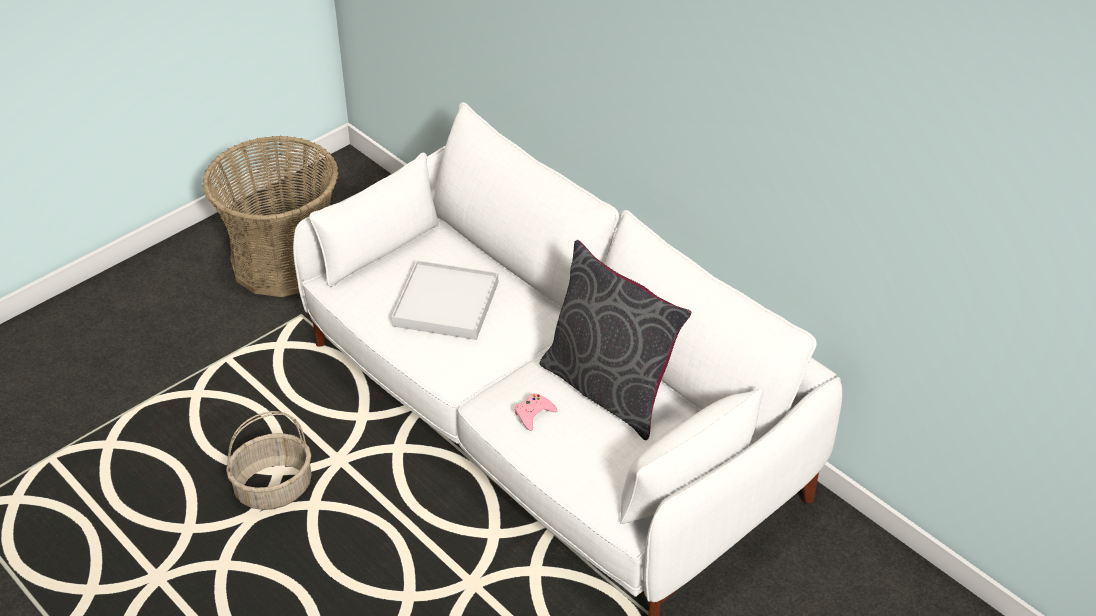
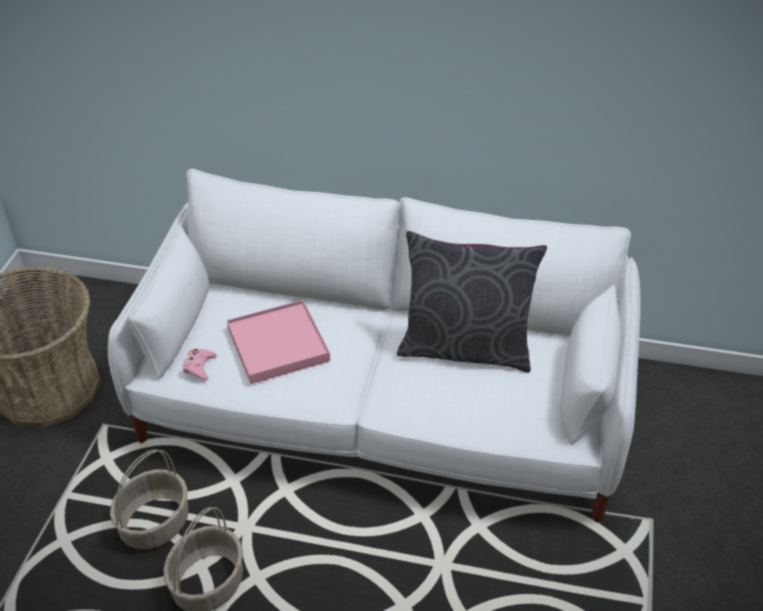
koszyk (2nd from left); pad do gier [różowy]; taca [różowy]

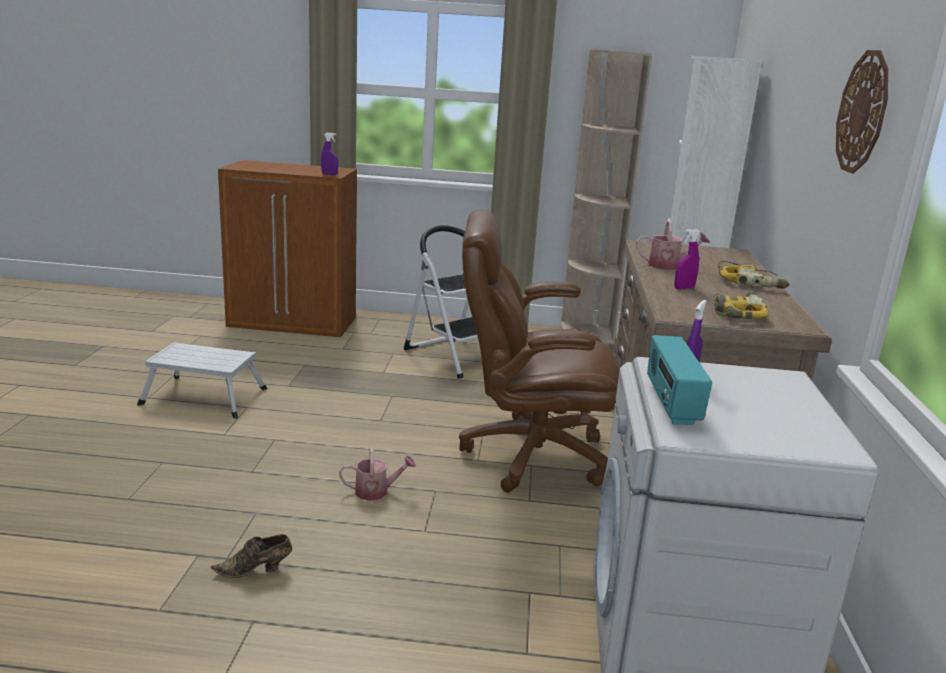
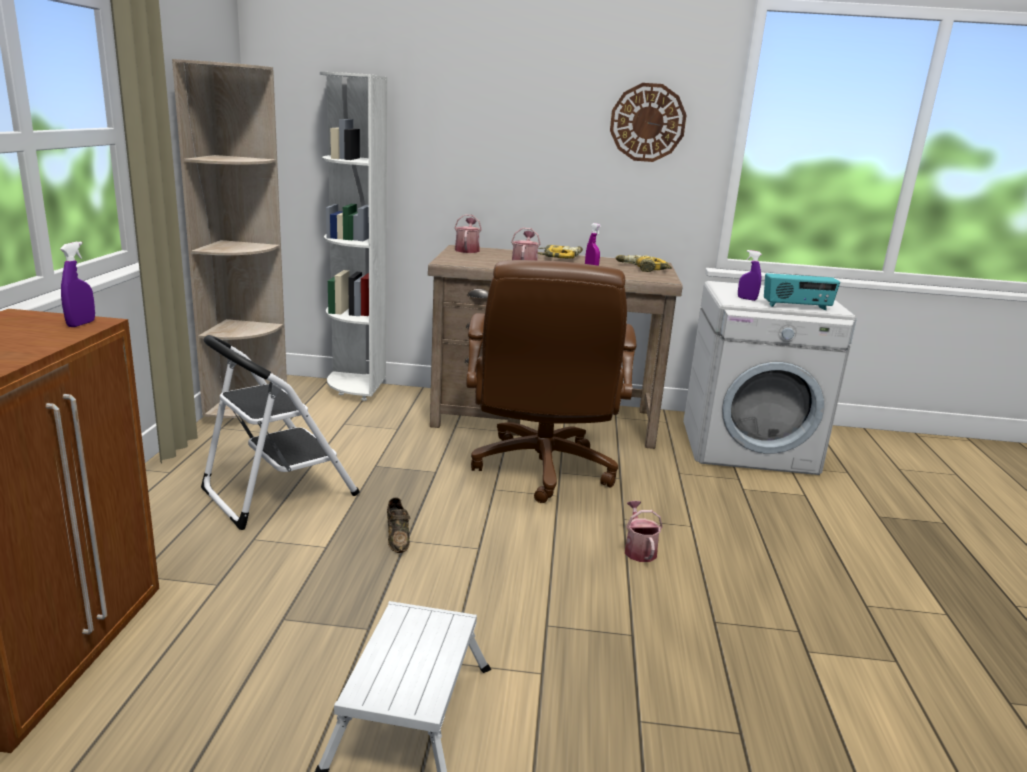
but [brązowy]; konewka (1st from left)

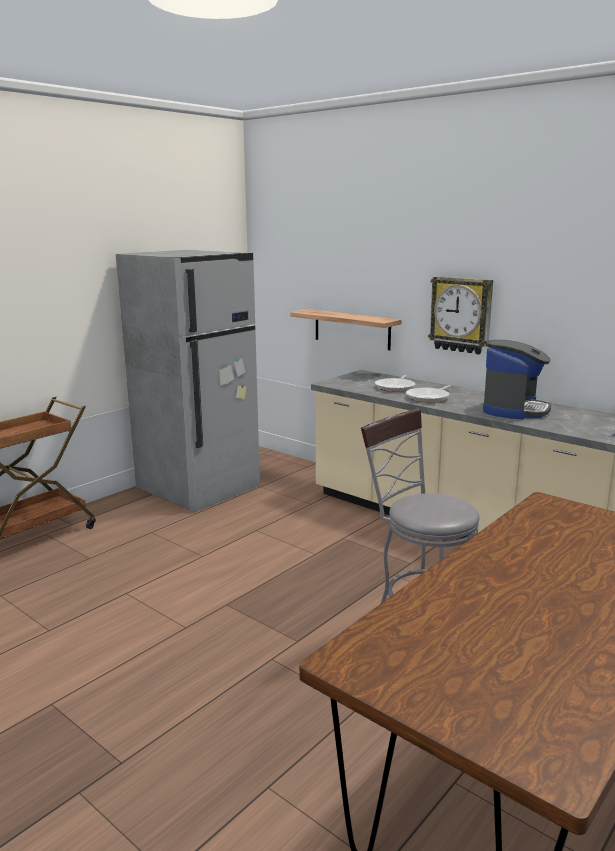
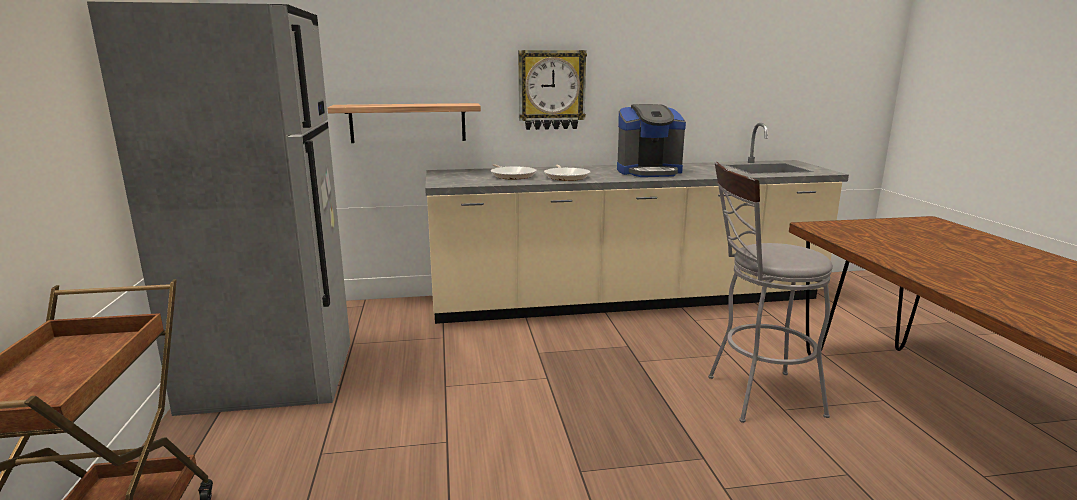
ekspres do kawy

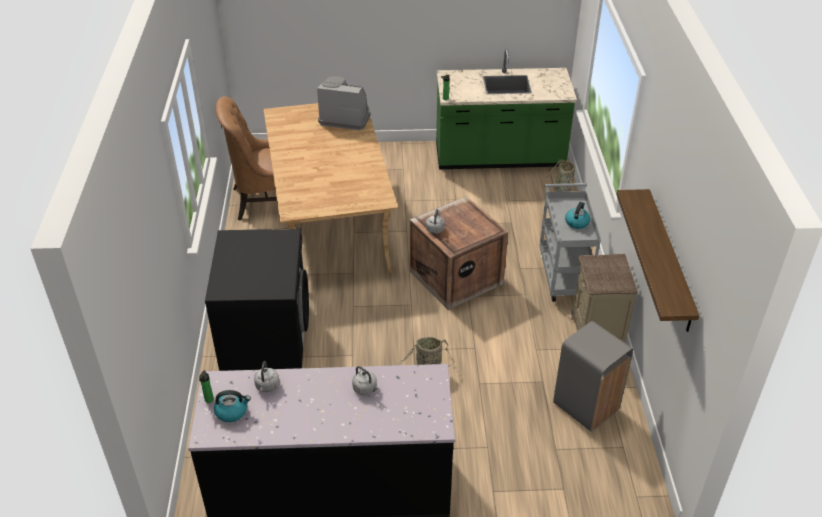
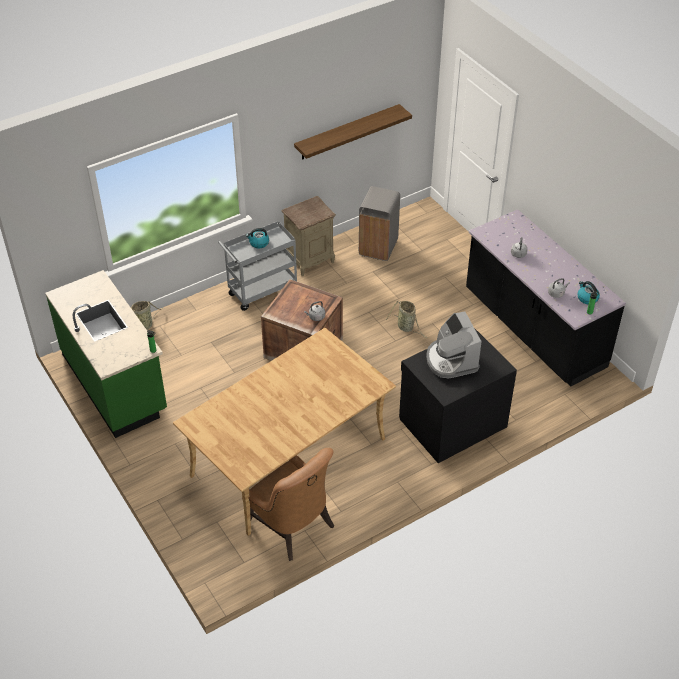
ekspres do kawy

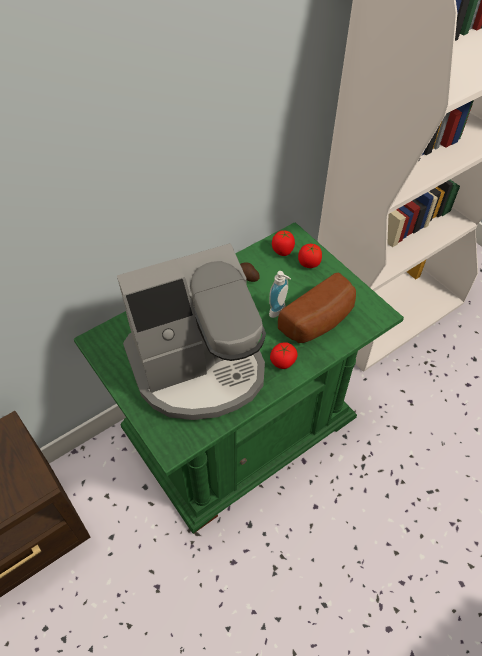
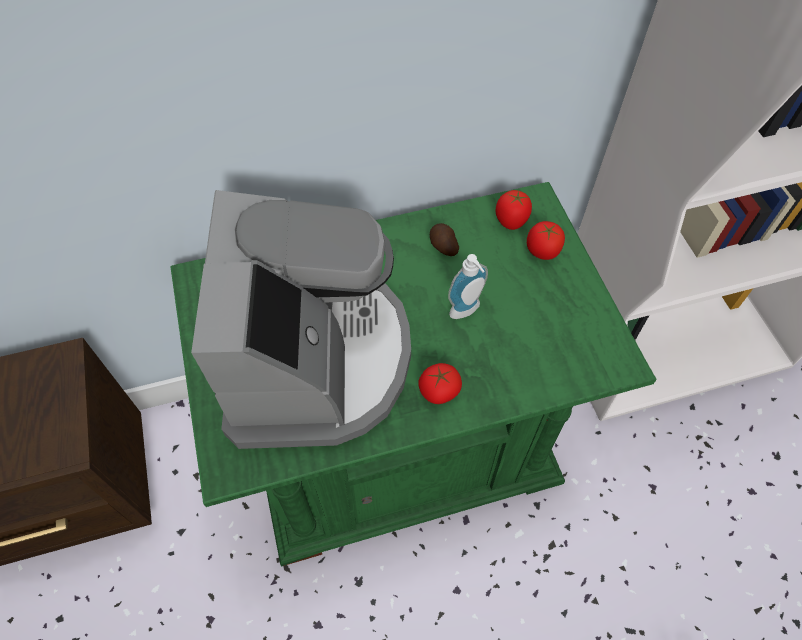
ekspres do kawy; chleb

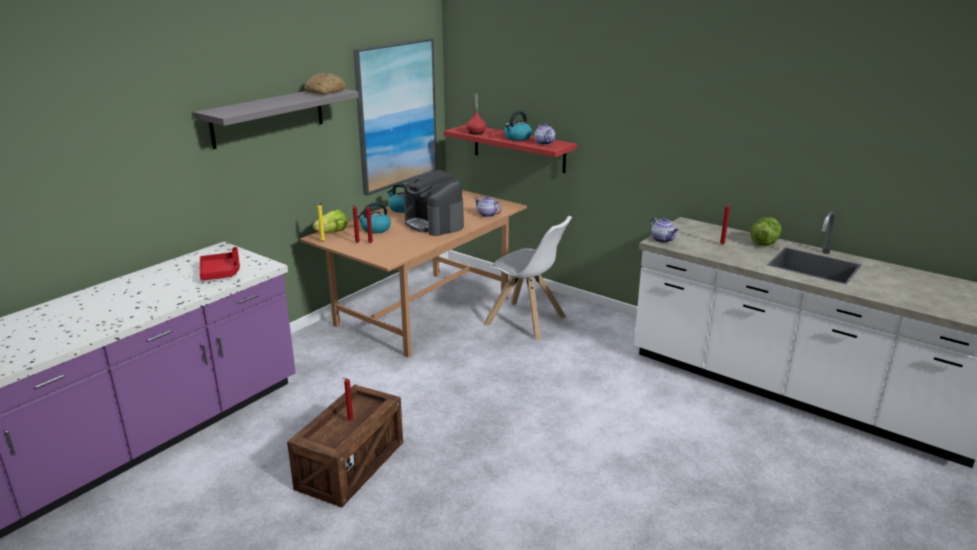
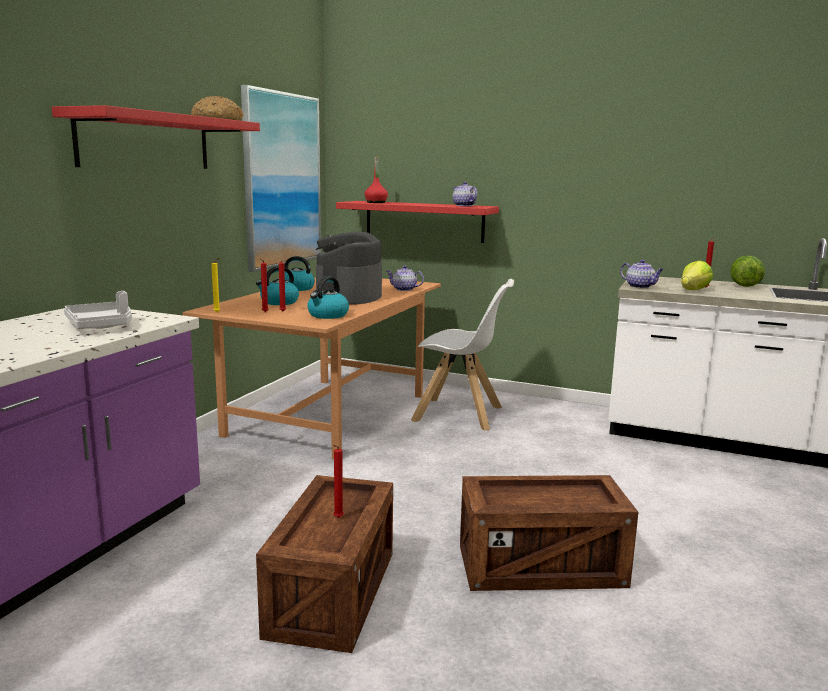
półka [czerwony] (1st from left); taca [szary]; czajnik (3rd from left); ekspres do kawy; skrzynka (2nd from left); sałata (1st from left)

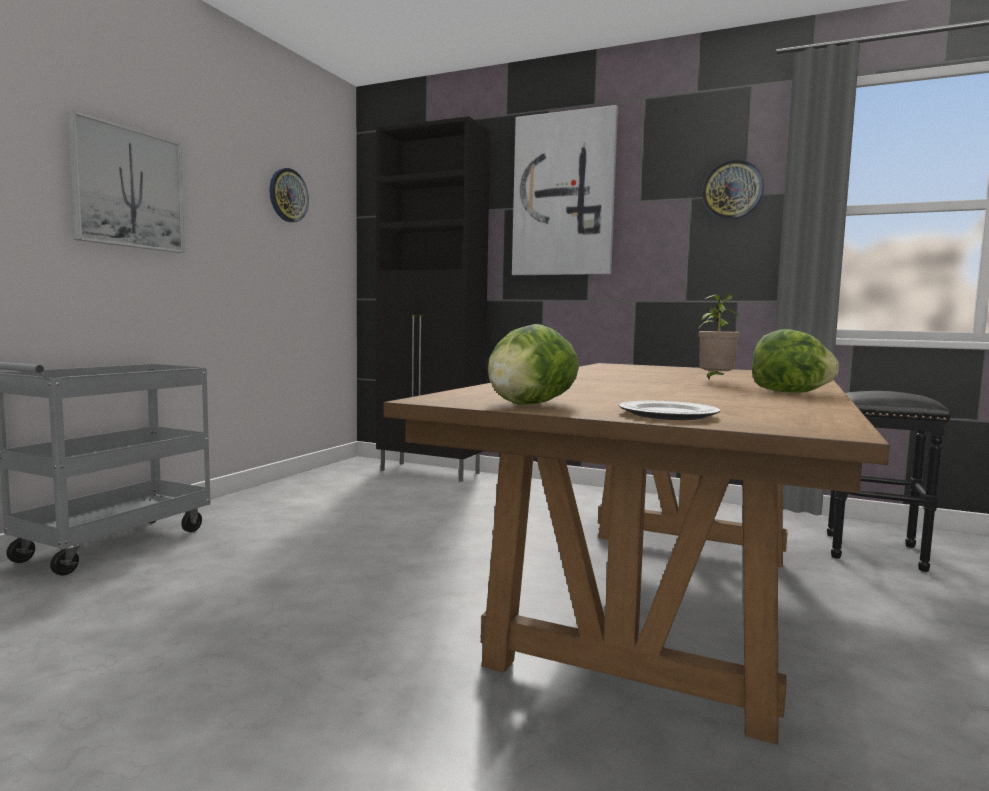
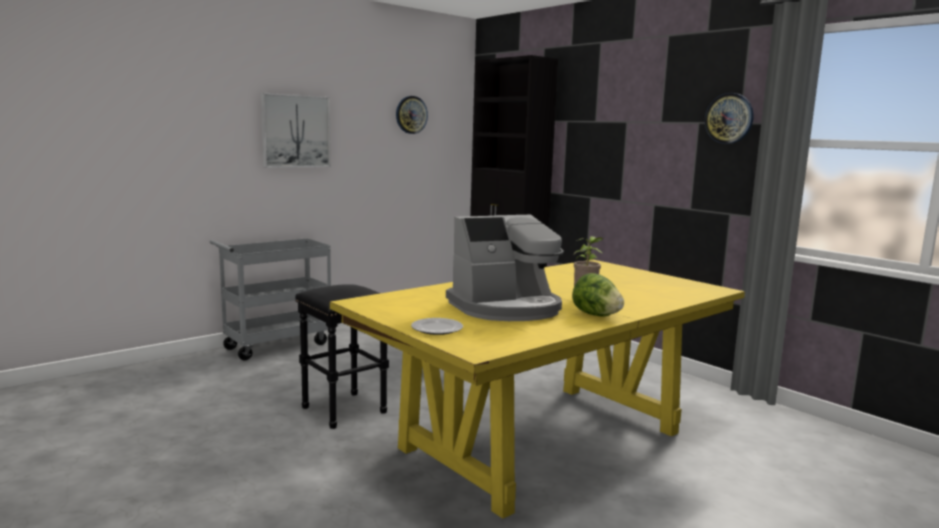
stołek [czarny]; stół jadalny [żółty]; ekspres do kawy; sałata (1st from left in the first image); obraz (2nd from left in the first image)

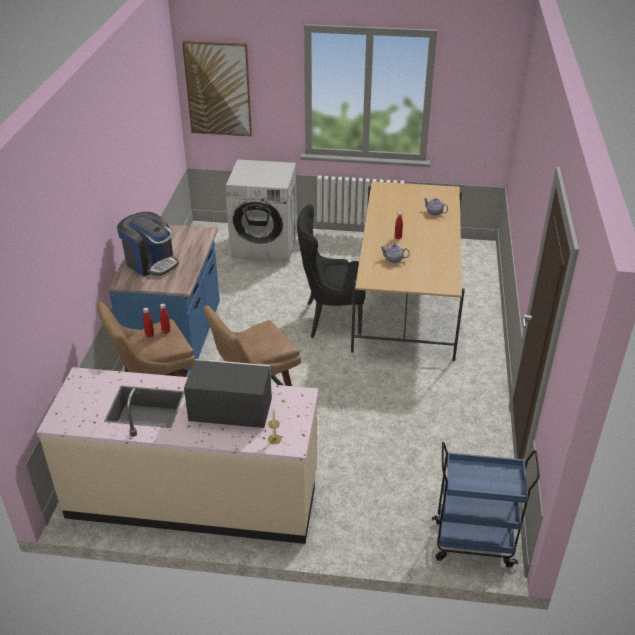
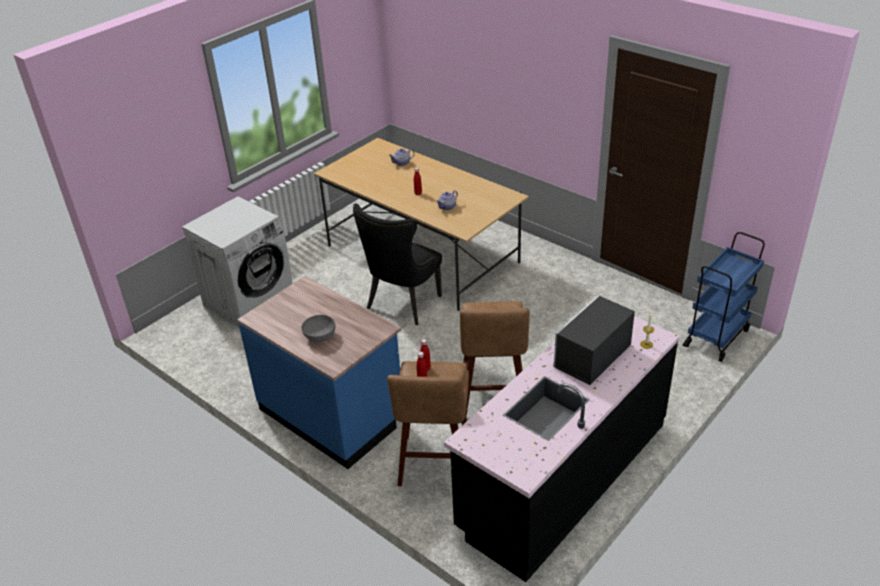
miska [szary]; zabudowa kuchenna [czarny]; obraz

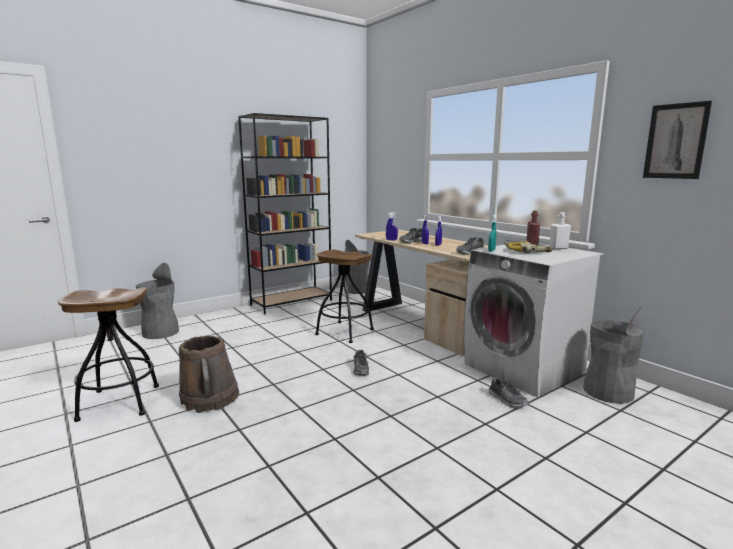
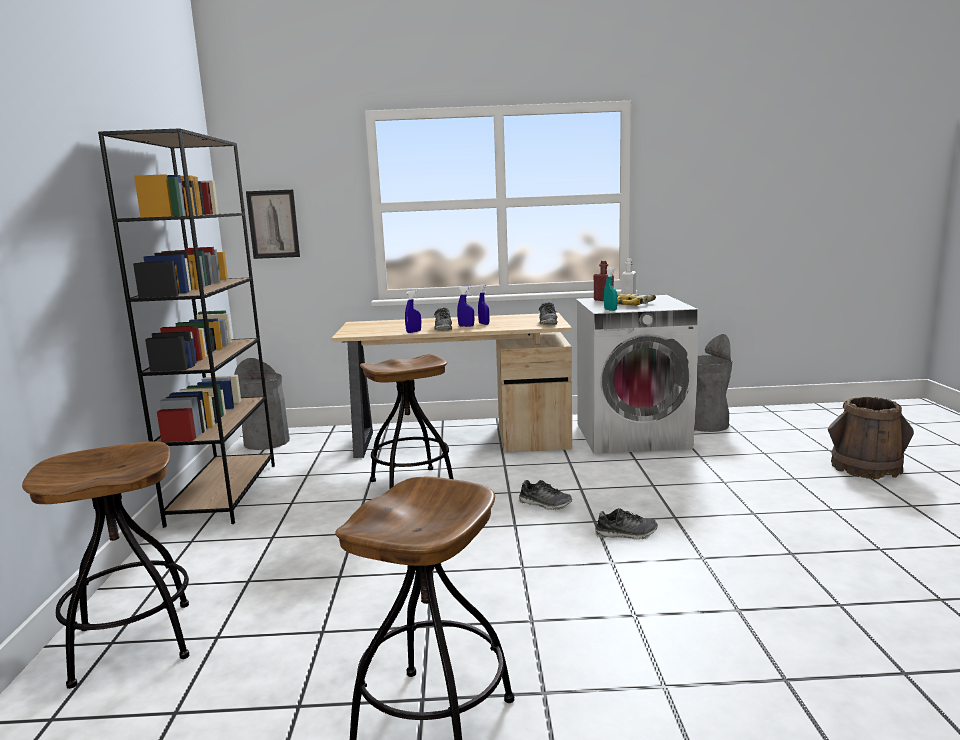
stołek [brązowy] (1st from left); obraz; but (4th from left); wiadro [brązowy]

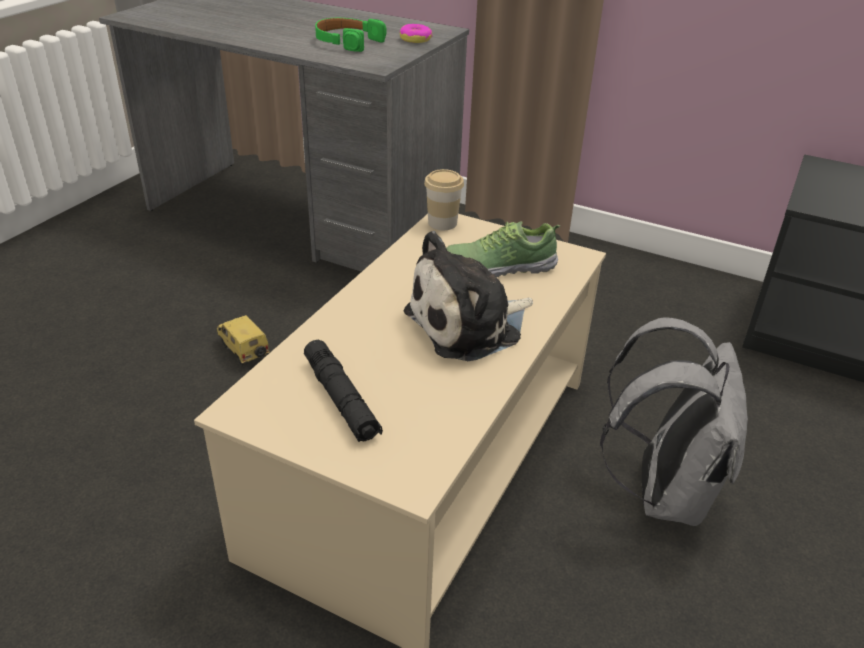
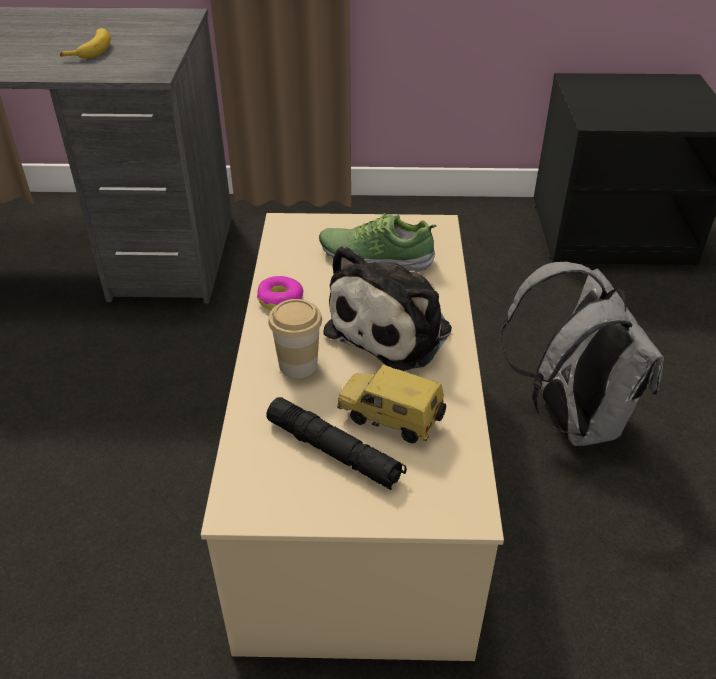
banan; donut; filiżanka; but; samochodzik

